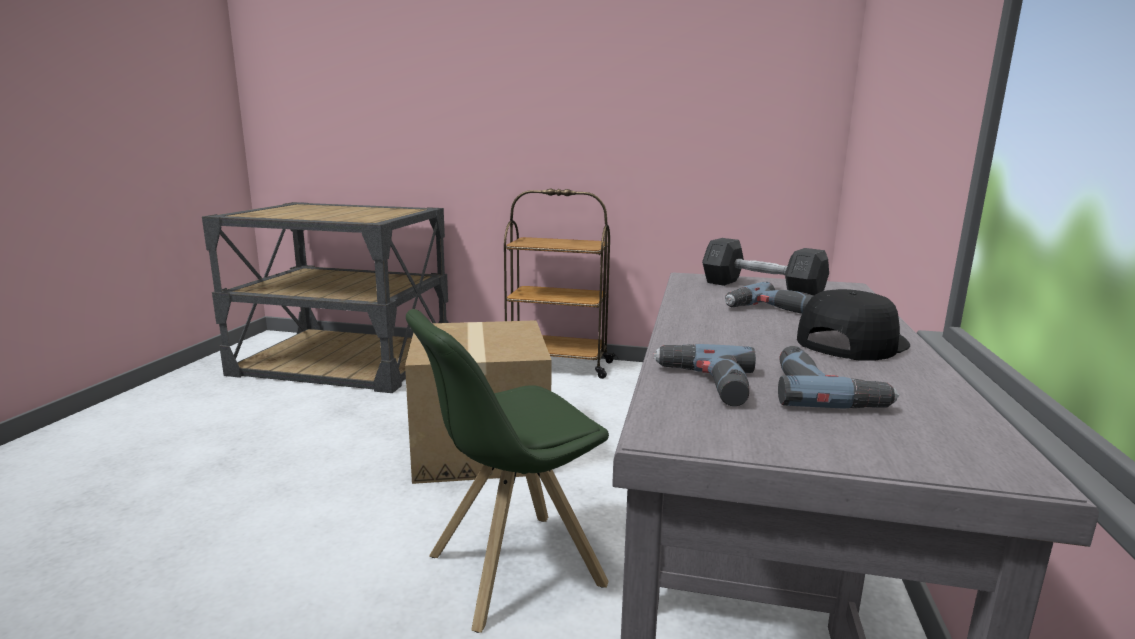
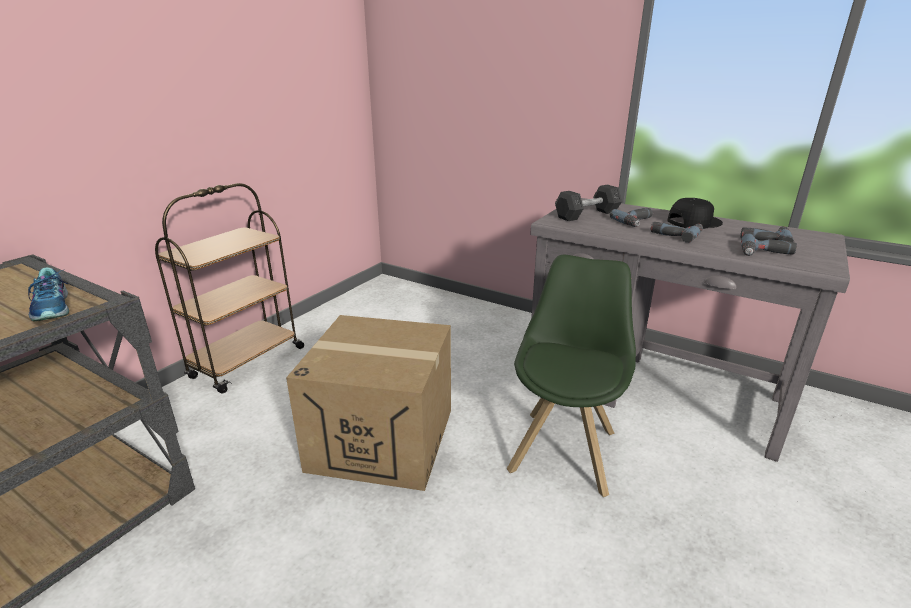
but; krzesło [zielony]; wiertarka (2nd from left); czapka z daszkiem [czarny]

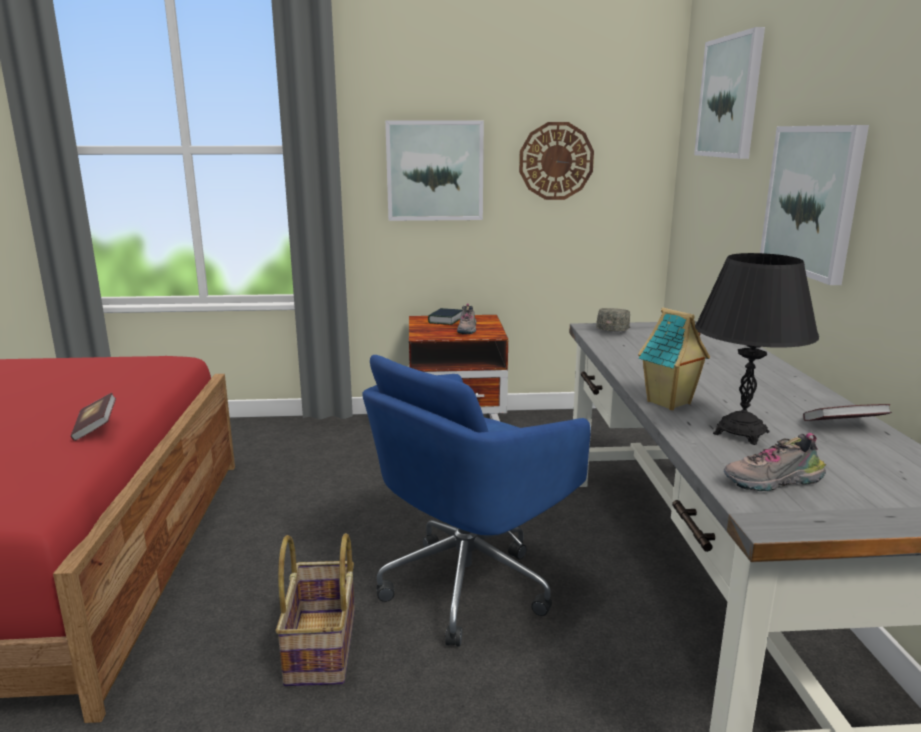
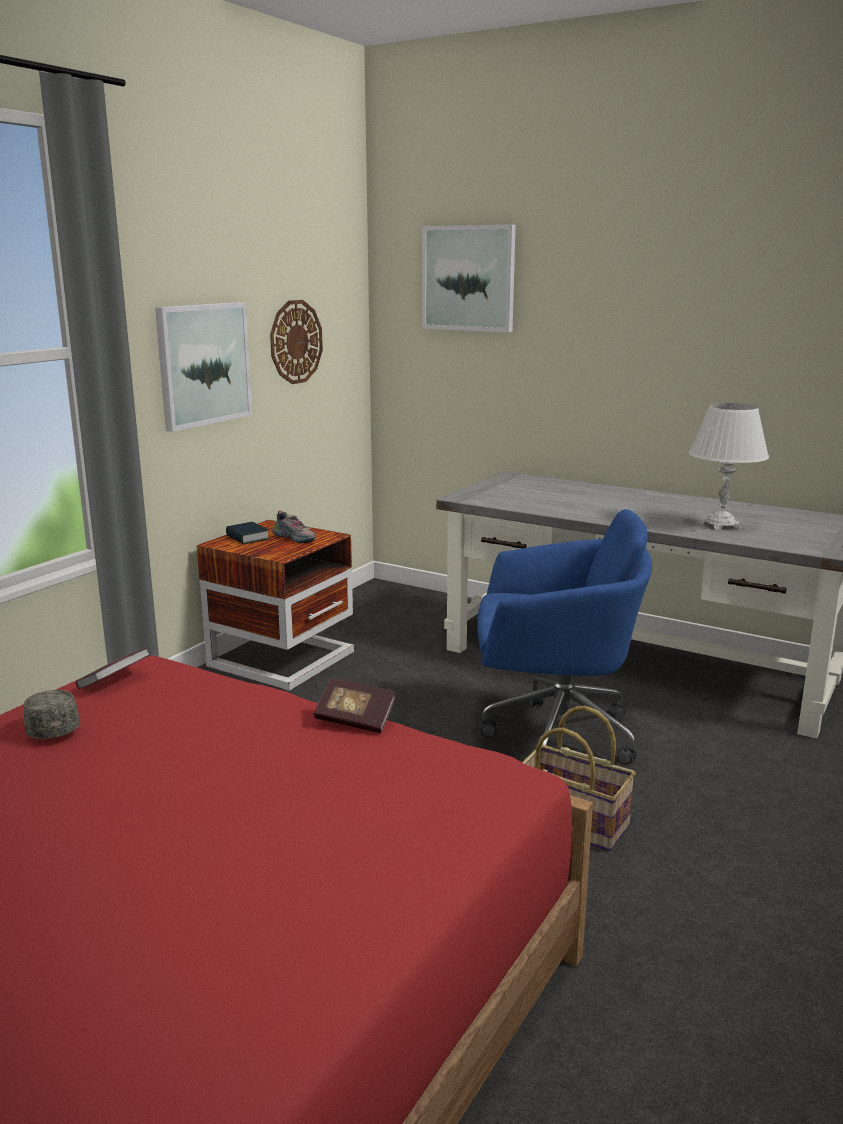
czapka z daszkiem [szary]; książka (1st from left); krzesło biurowe [niebieski]; lampa stołowa [biały]; domek; but (2nd from left in the first image); obraz (3rd from left in the first image)

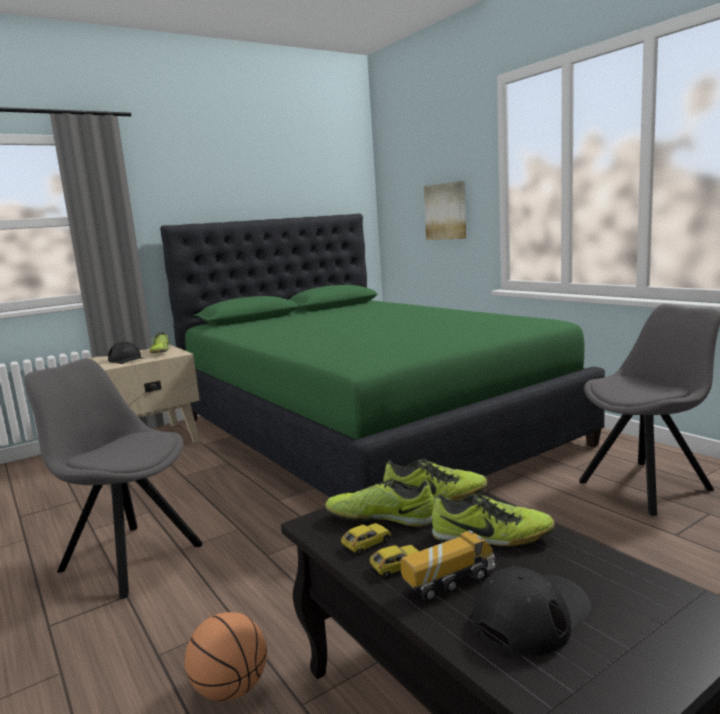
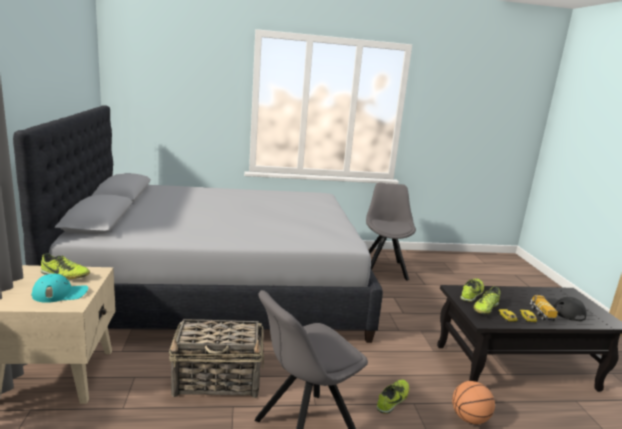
łóżko [szary]; czapka z daszkiem [turkusowy]; koszyk; but (2nd from left); obraz

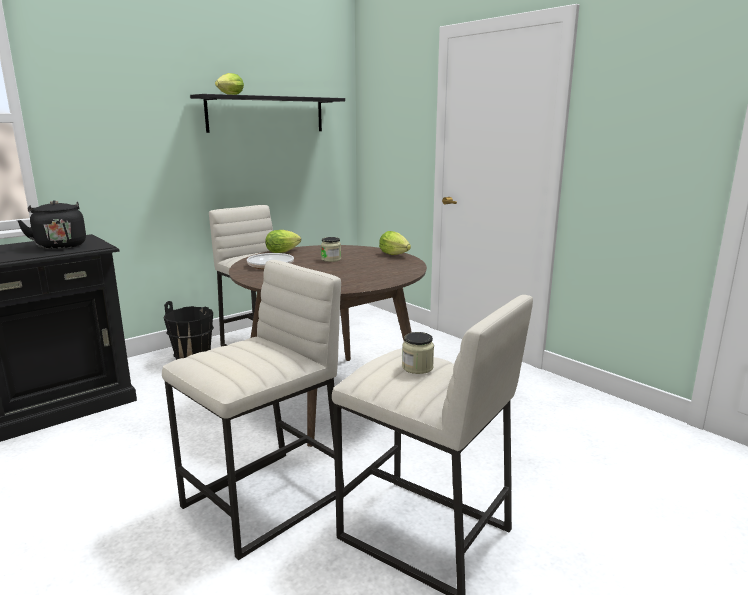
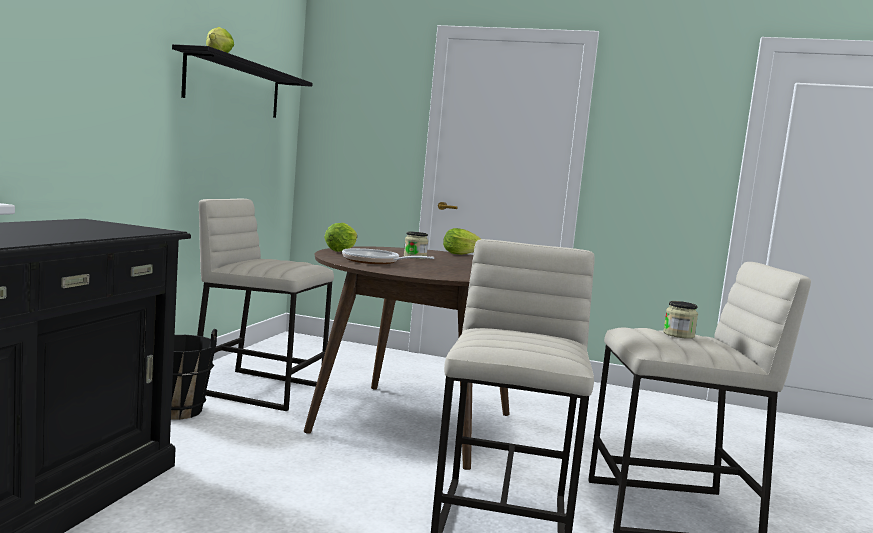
czajnik [czarny]

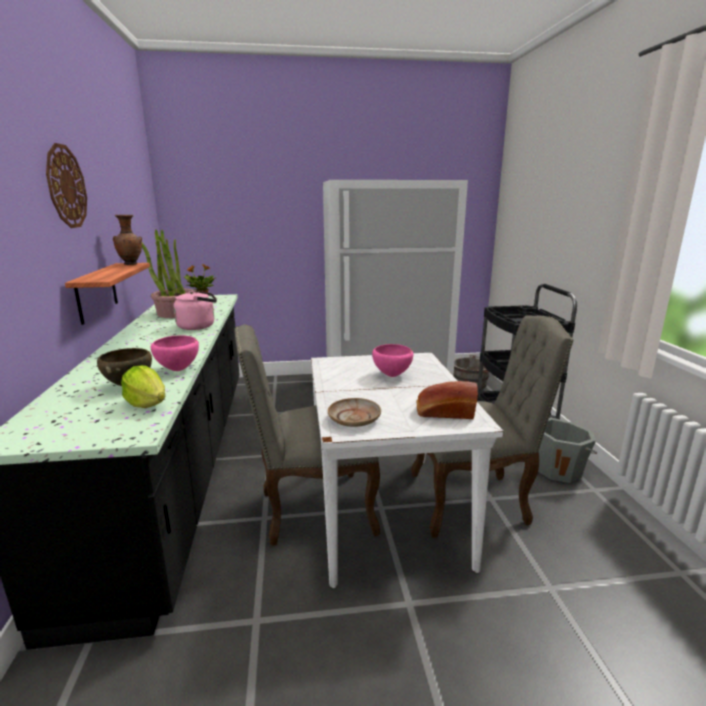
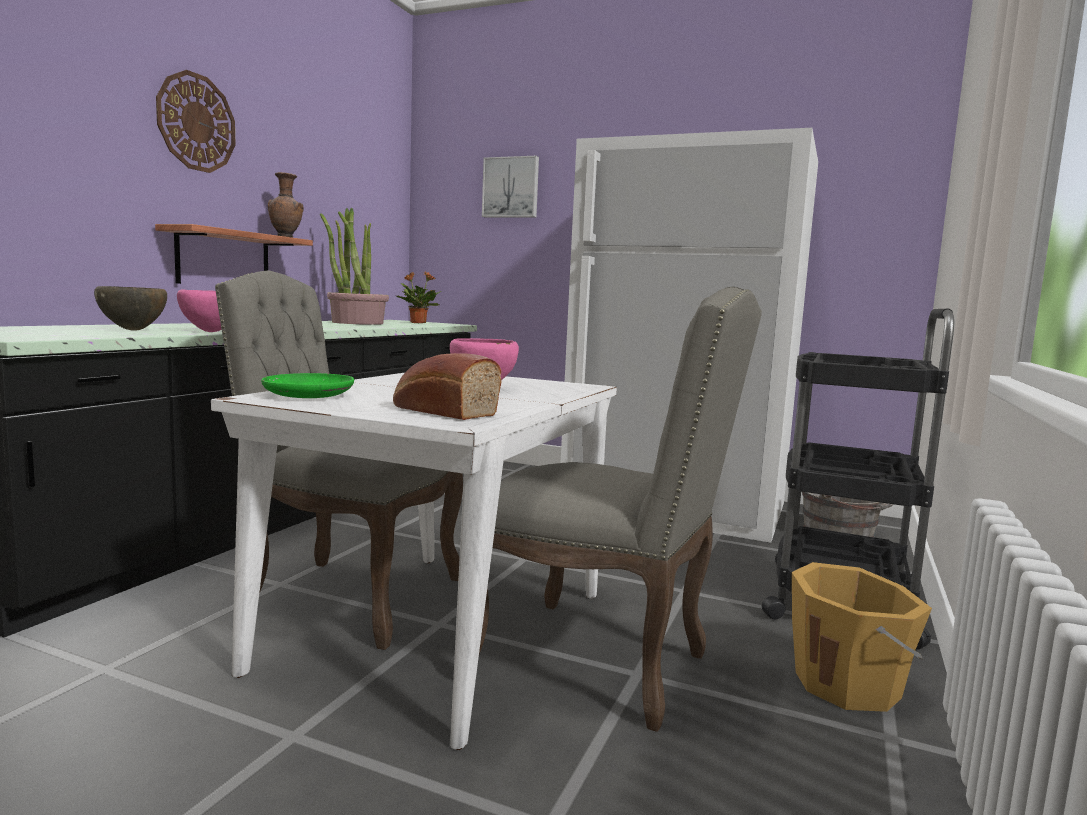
talerz [zielony]; obraz; wiadro [pomarańczowy]; sałata; czajnik [różowy]

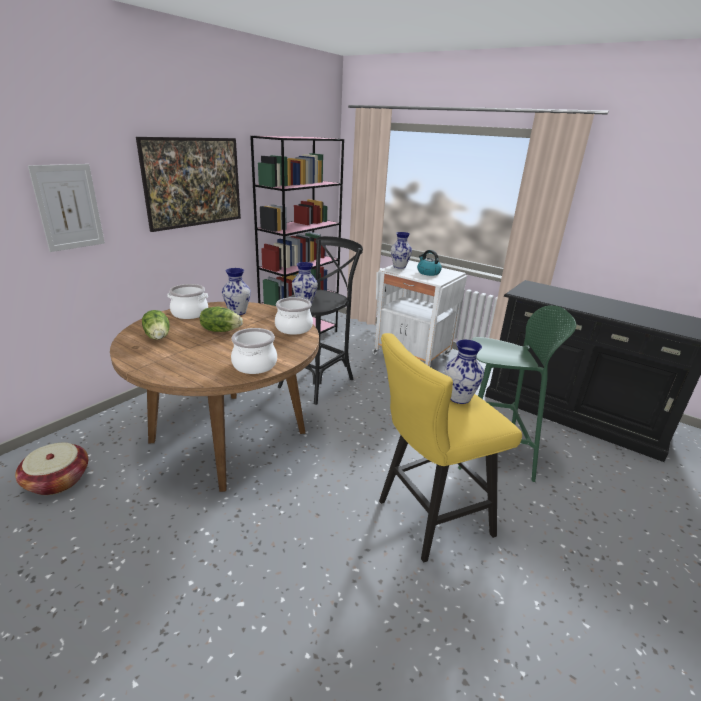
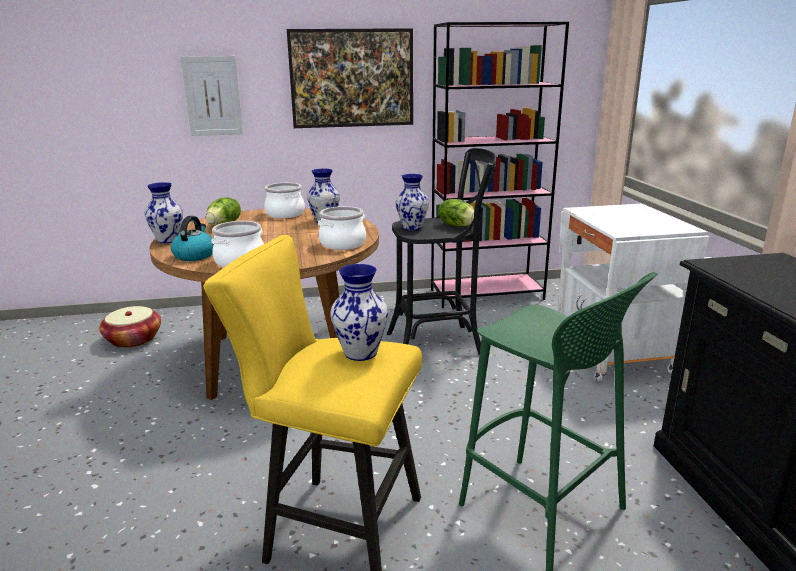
wazon (1st from left); czajnik; sałata (2nd from left)

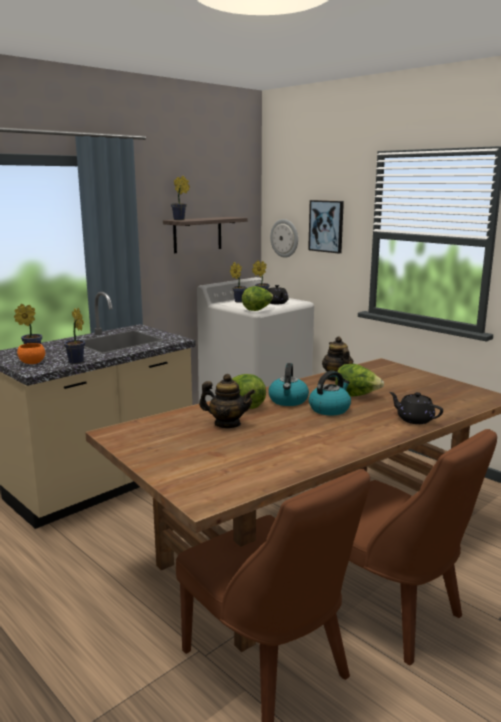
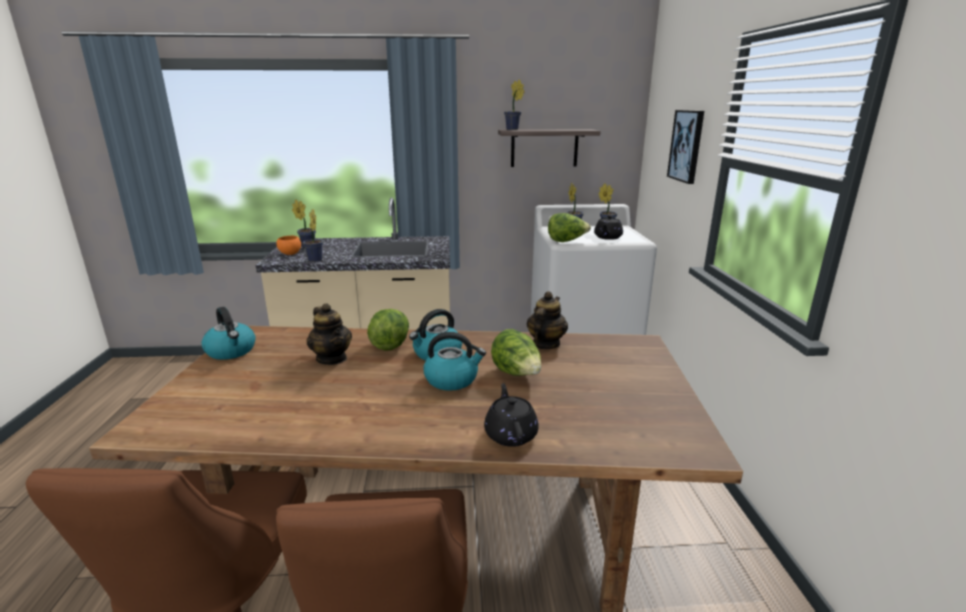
czajnik (1st from left); zegar ścienny

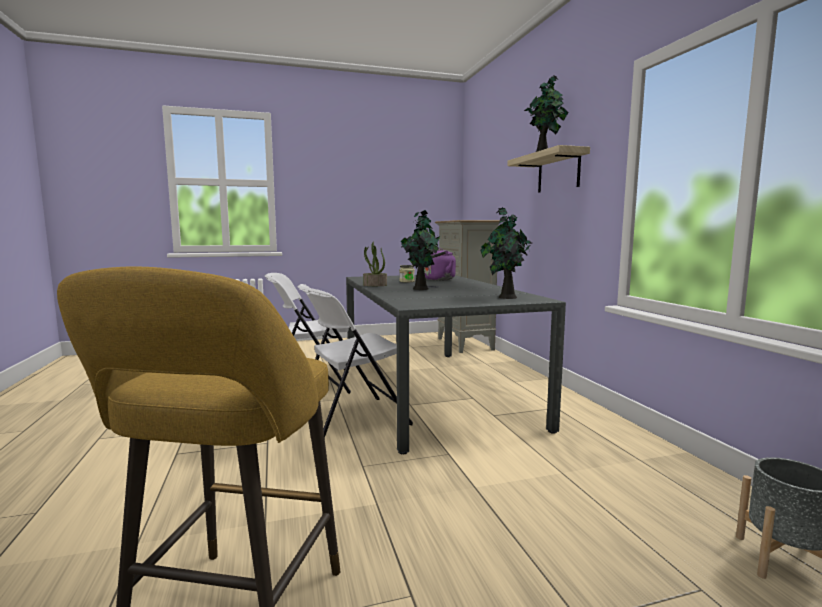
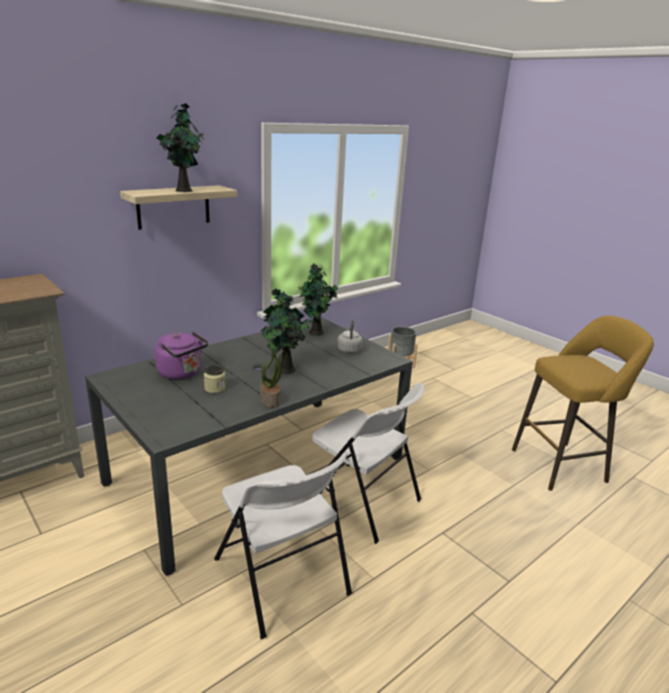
czajnik [szary]

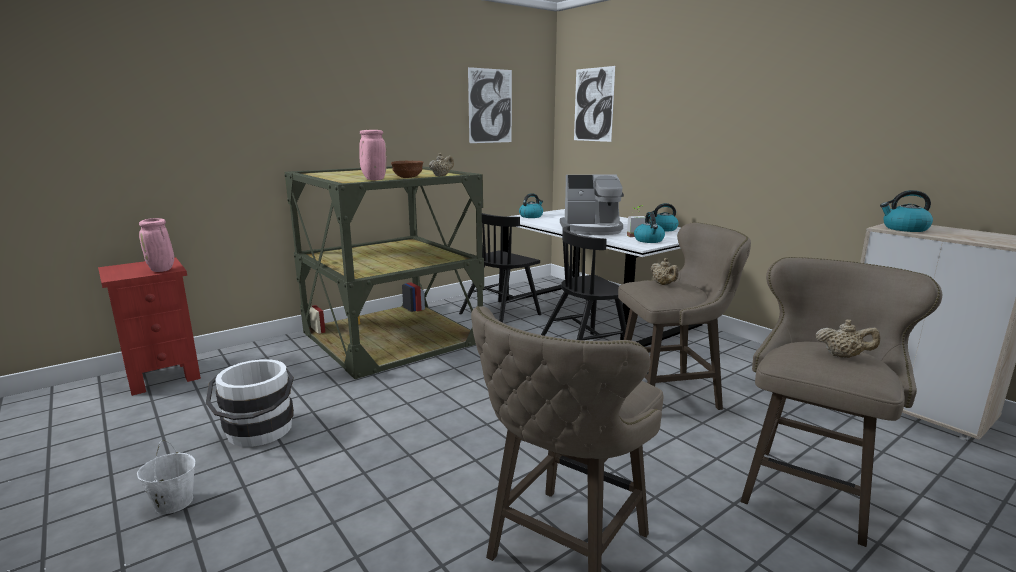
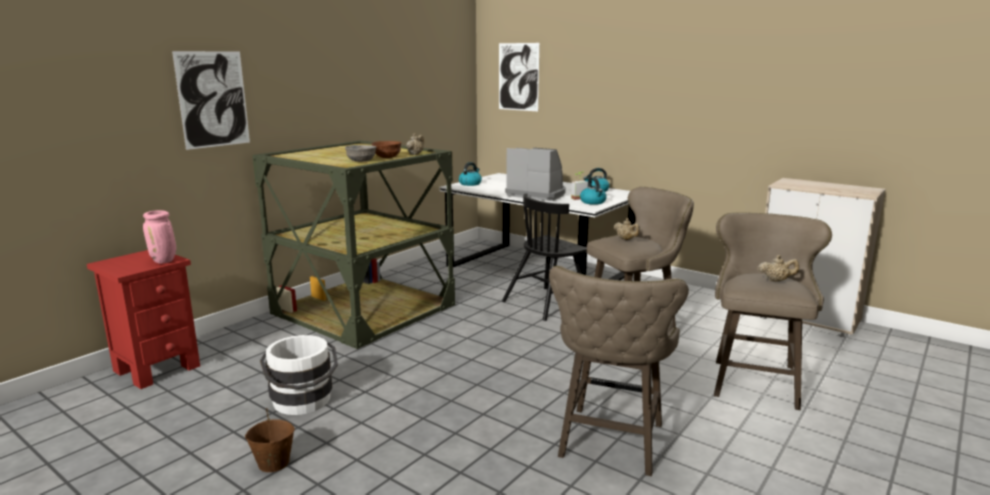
obraz (1st from left); wiadro [brązowy]; miska [szary]; ekspres do kawy; krzesło [czarny] (1st from left in the first image); czajnik (4th from left in the first image)

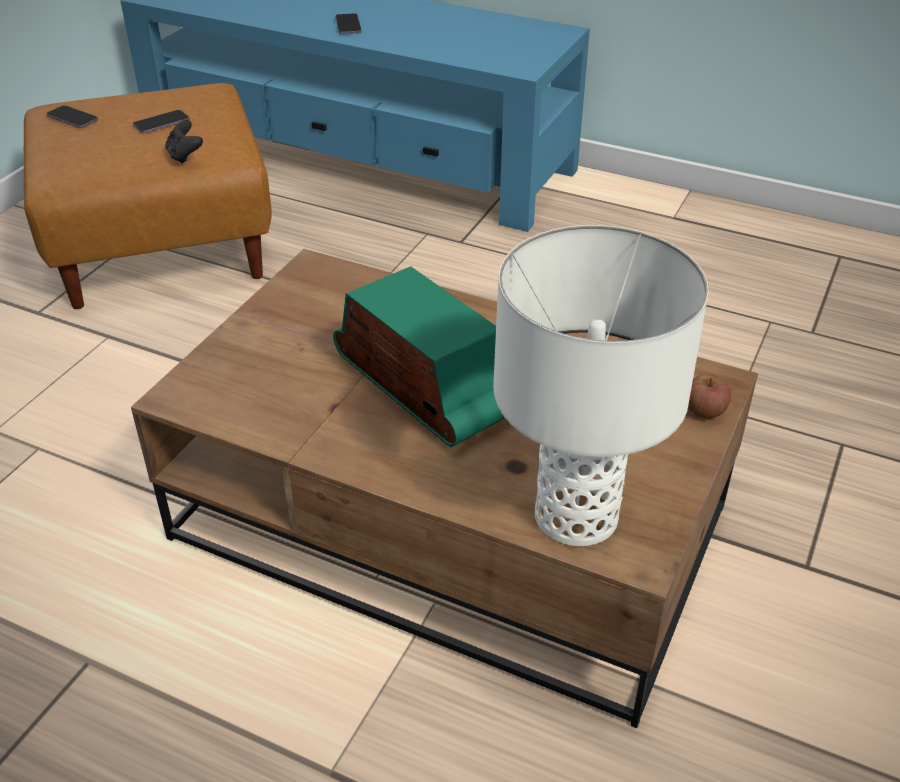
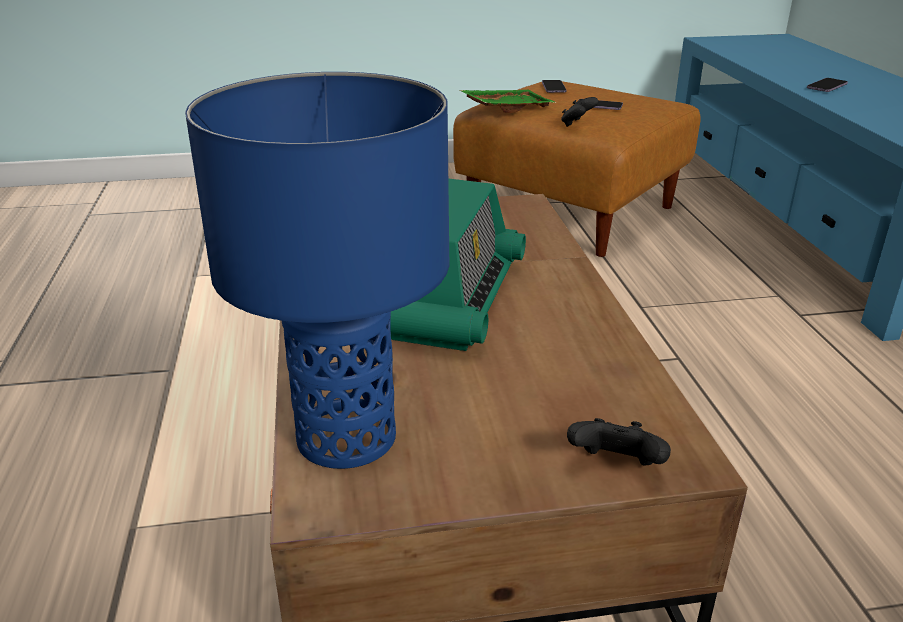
lampa stołowa [niebieski]; taca [zielony]; pad do gier [czarny] (2nd from left)

